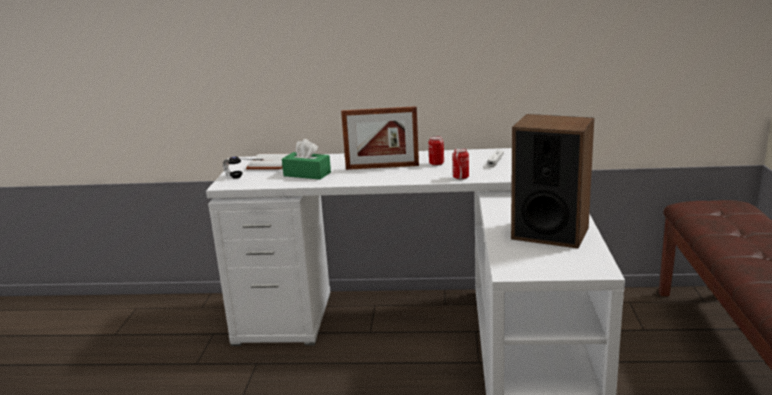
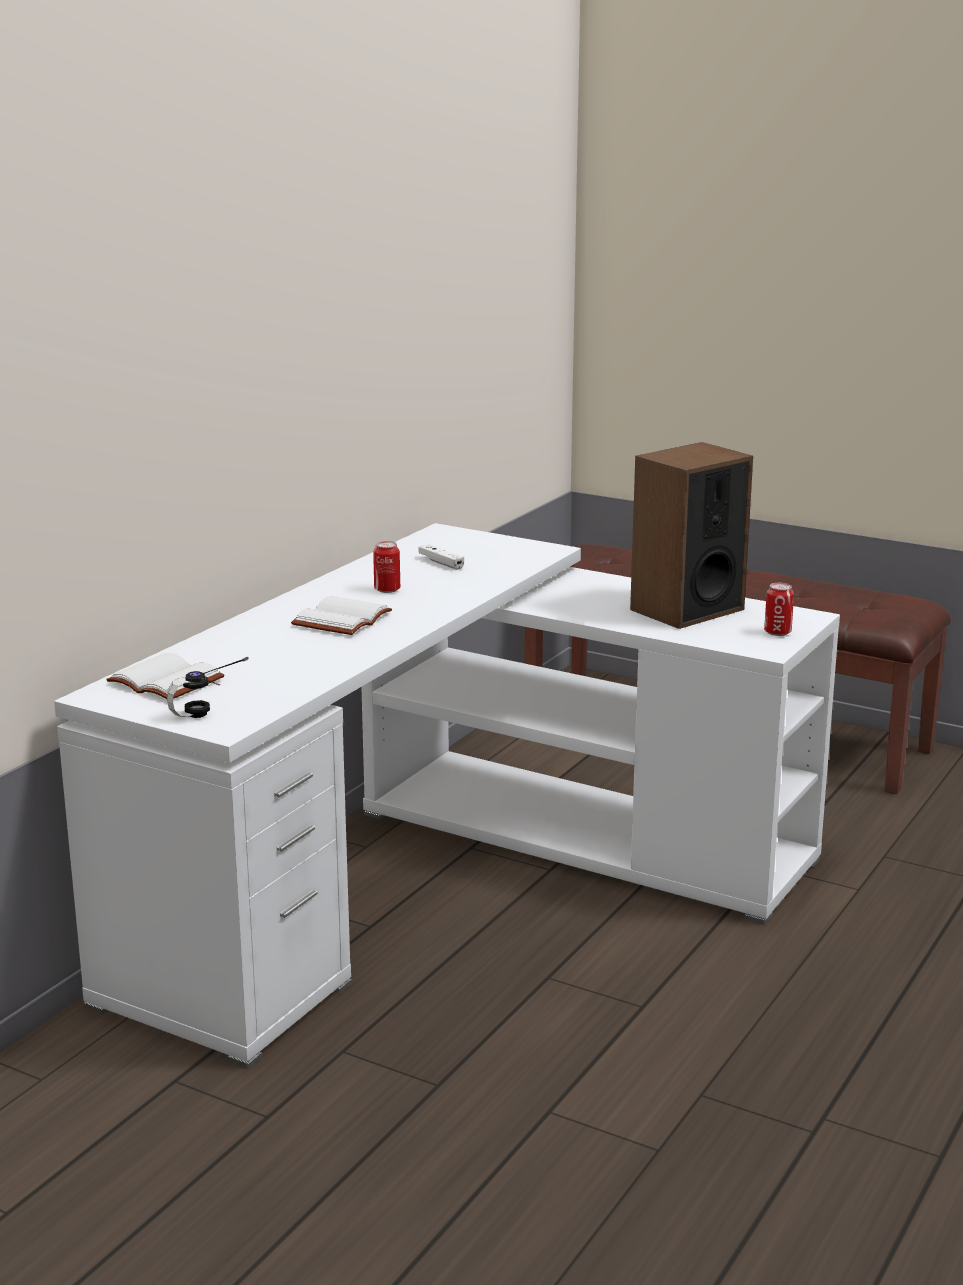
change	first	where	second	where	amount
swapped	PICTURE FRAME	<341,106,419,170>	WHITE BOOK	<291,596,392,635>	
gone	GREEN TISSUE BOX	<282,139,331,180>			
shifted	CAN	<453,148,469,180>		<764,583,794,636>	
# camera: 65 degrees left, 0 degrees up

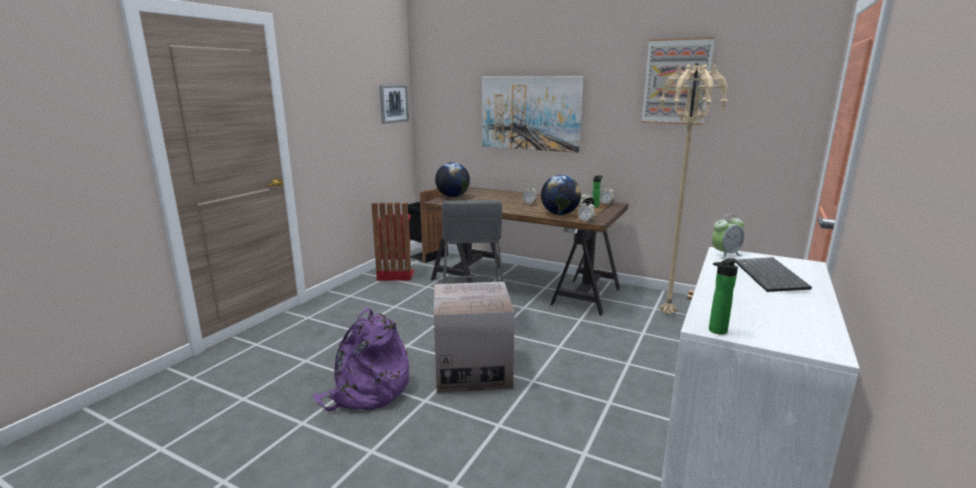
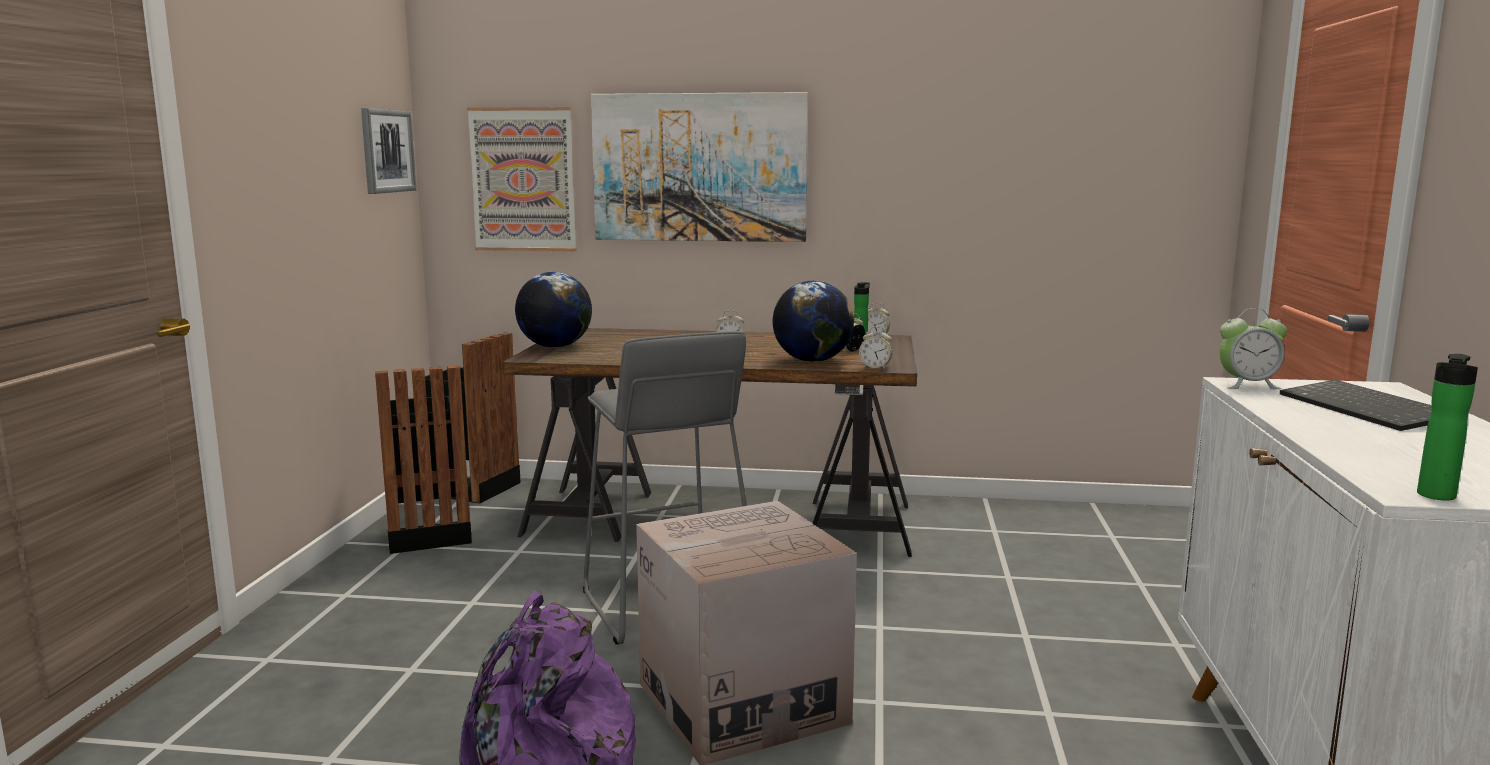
change	first	where	second	where	amount
shifted	PICTURE	<641,37,715,125>		<467,107,576,251>	
gone	BEIGE FLOOR LAMP	<659,64,728,315>			
repainted	RED TRASH CAN	<371,203,414,281>	BLACK TRASH CAN	<375,365,472,554>	
rotated	ALARM CLOCK	<712,214,744,259>		<1220,308,1287,389>	45 degrees clockwise
# camera: 20 degrees left, 5 degrees down

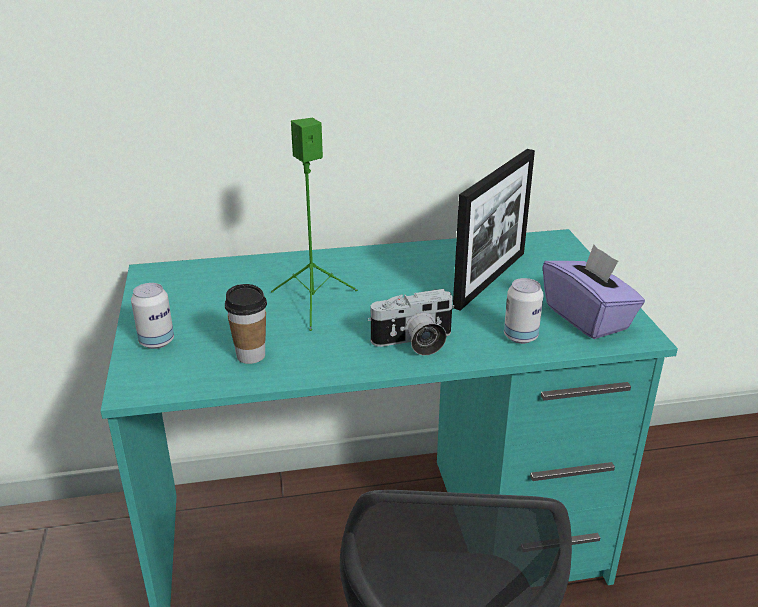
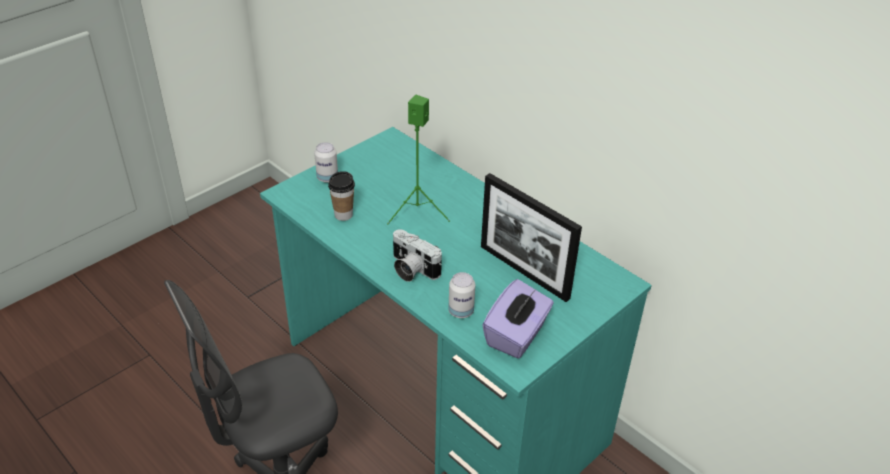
change	first	where	second	where	amount
rotated	PICTURE FRAME	<453,149,535,311>		<481,173,582,302>	45 degrees clockwise
# camera: 55 degrees right, 10 degrees up

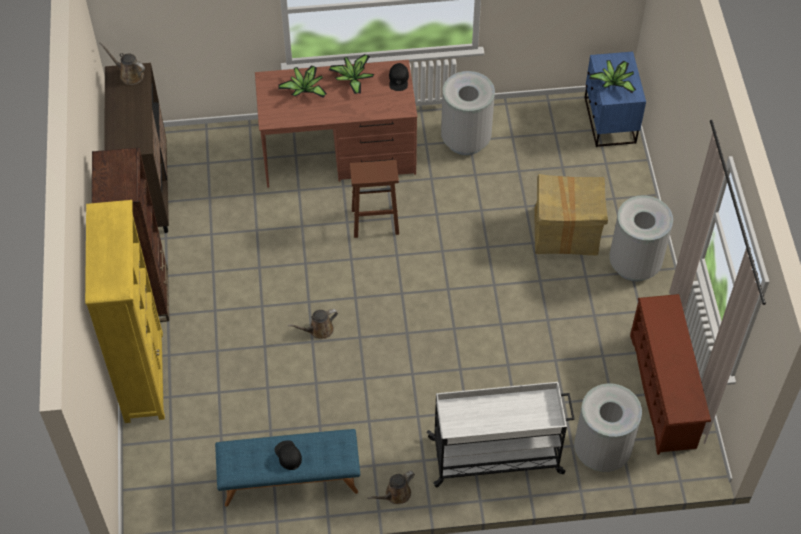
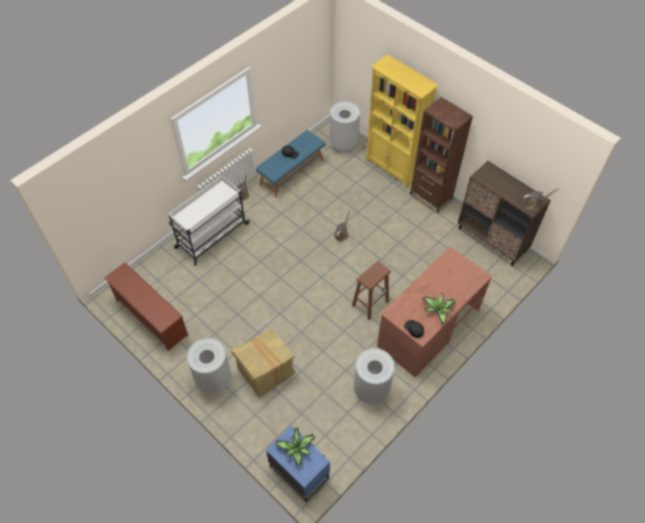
change	first	where	second	where	amount
gone	POTTED PLANT	<278,65,327,98>			
shifted	GREY TRASH CAN	<574,383,642,472>		<329,101,360,153>	
# camera: 140 degrees right, 0 degrees up

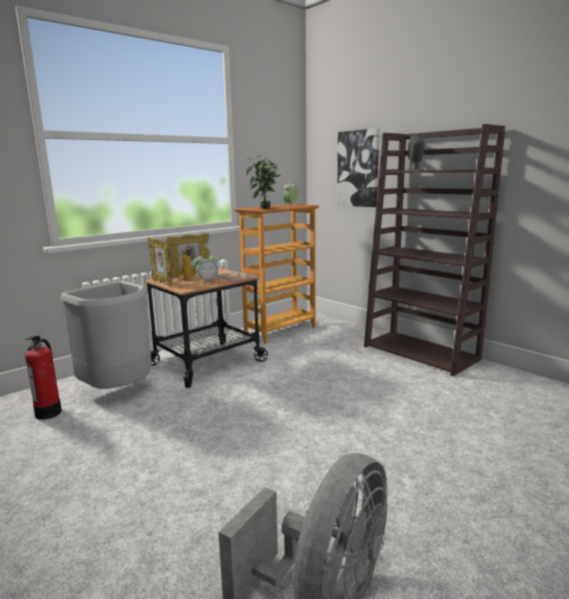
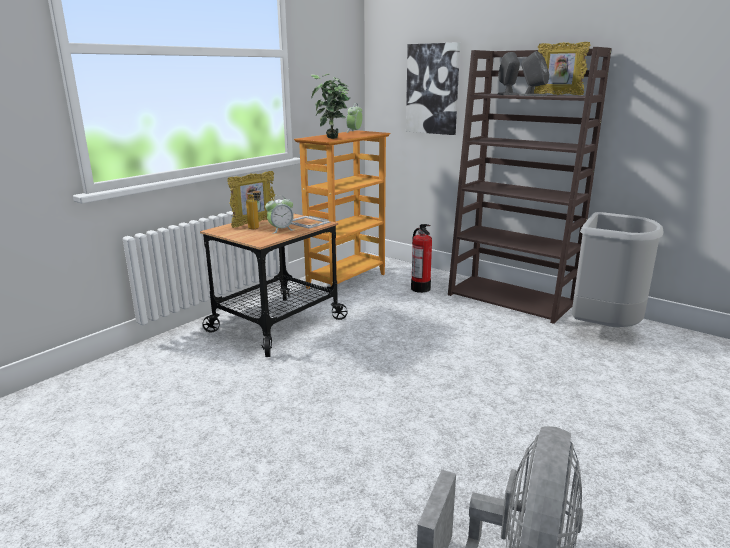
change	first	where	second	where	amount
shifted	PICTURE FRAME	<148,237,172,286>		<534,42,590,95>	
shifted	GREY TRASH CAN	<60,281,152,389>		<572,212,663,327>	
shifted	FIRE EXTINGUISHER	<25,336,62,420>		<411,224,432,293>	
new			GREY SPEAKER	<519,51,549,96>	
# camera: 10 degrees left, 5 degrees up

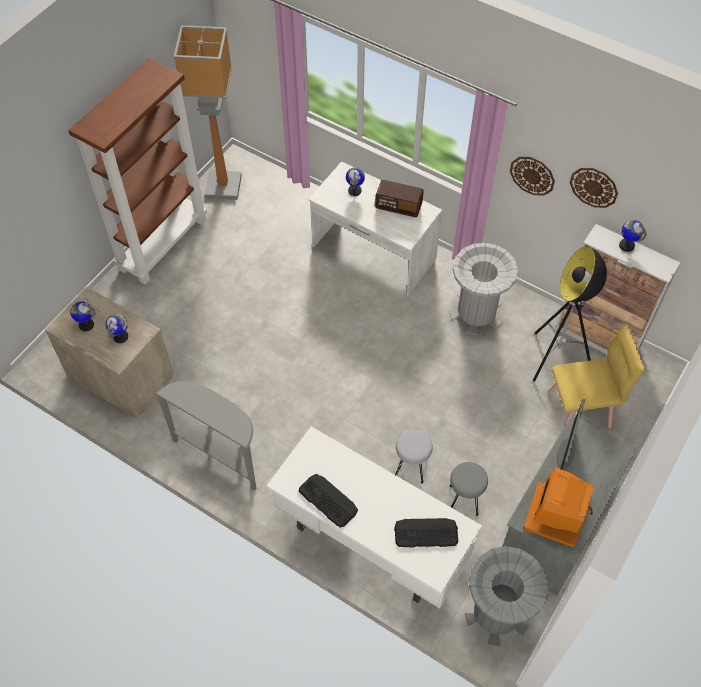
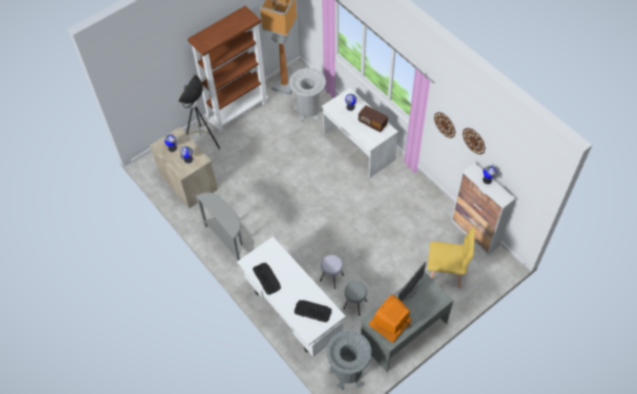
change	first	where	second	where	amount
shifted	GREY TRASH CAN	<449,243,518,335>		<289,68,326,121>	
shifted	FLOOR LAMP	<533,246,607,382>		<178,74,220,149>	
# camera: 20 degrees right, 0 degrees up

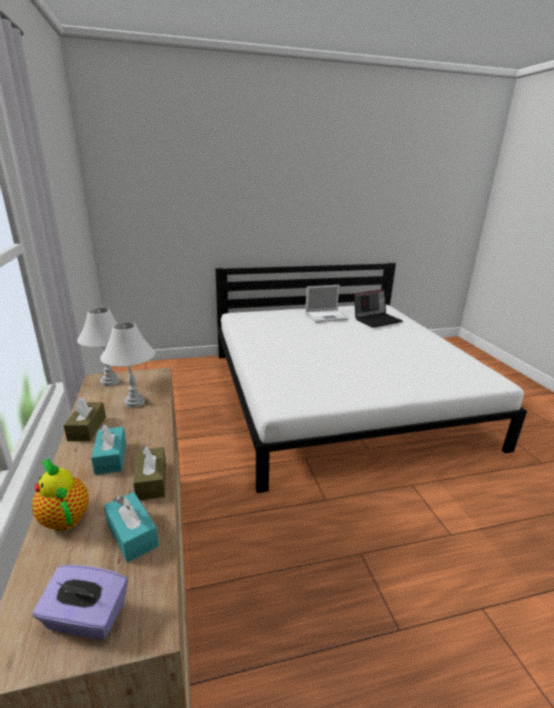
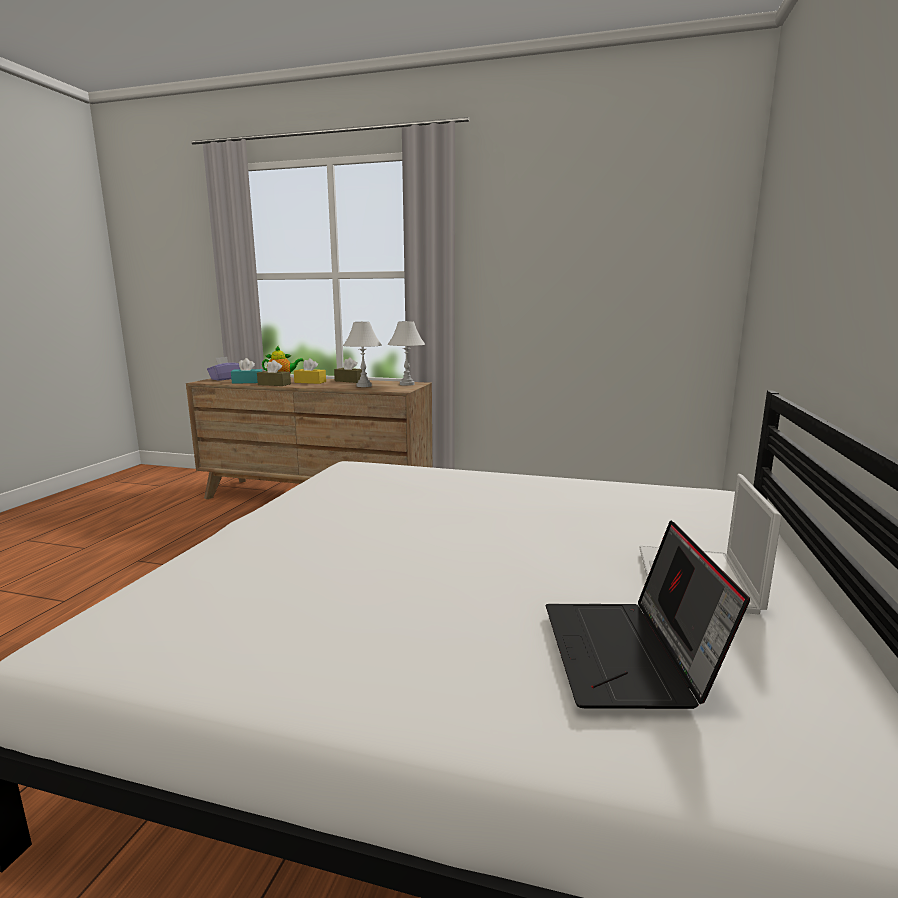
change	first	where	second	where	amount
repainted	TURQUOISE TISSUE BOX	<91,424,126,475>	YELLOW TISSUE BOX	<294,358,326,384>	
# camera: 120 degrees right, 10 degrees down

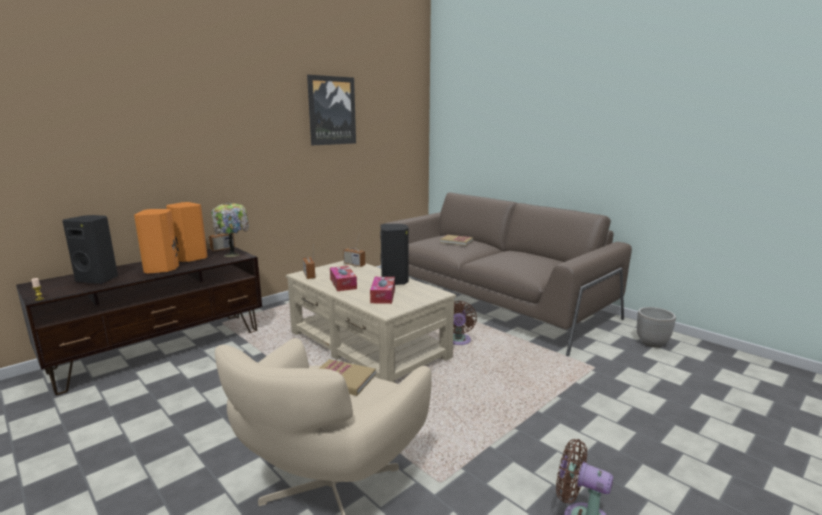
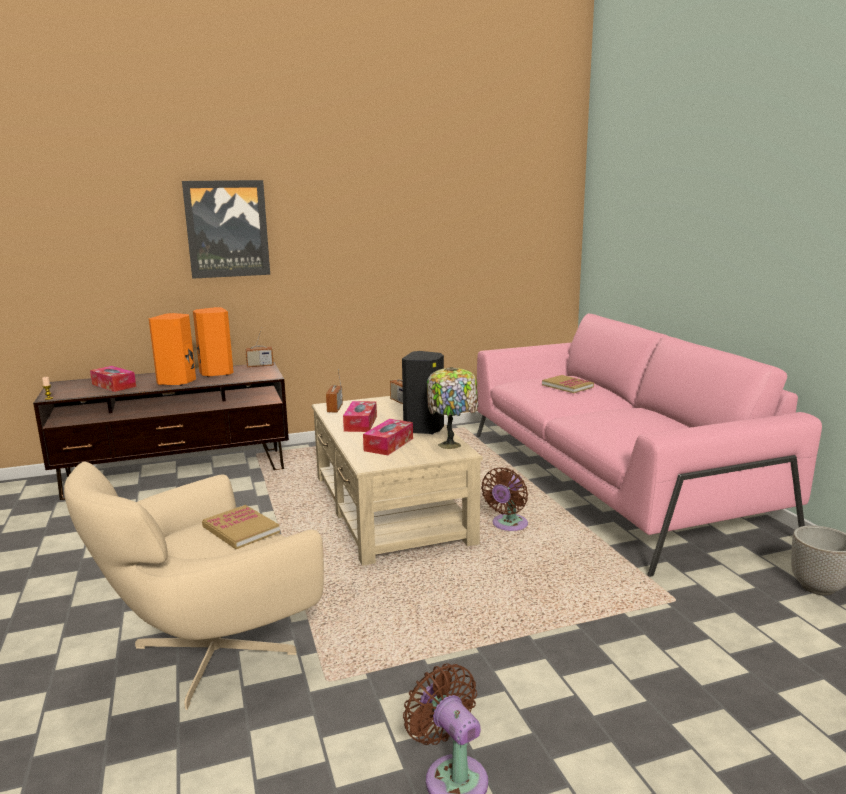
change	first	where	second	where	amount
shifted	PICTURE	<307,75,356,145>		<182,180,270,279>	
repainted	BROWN SOFA	<384,192,632,356>	PINK SOFA	<476,314,822,577>	
shifted	TABLE LAMP	<211,202,249,257>		<427,367,478,449>	
swapped	BLACK SPEAKER	<62,215,118,284>	TISSUE BOX	<90,366,136,392>	
# camera: 25 degrees right, 0 degrees up

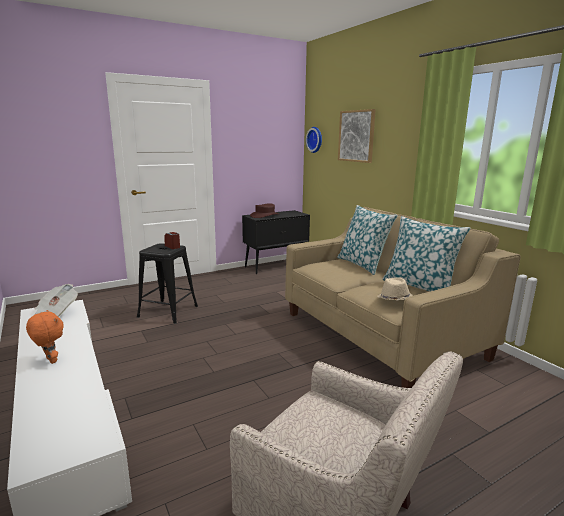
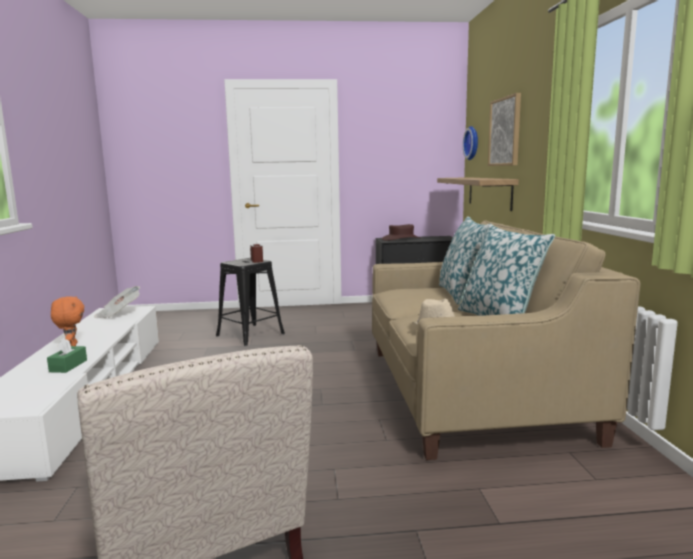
change	first	where	second	where	amount
new			SHELF	<437,177,519,211>	
new			GREEN TISSUE BOX	<47,338,87,373>	
# camera: 25 degrees right, 5 degrees down

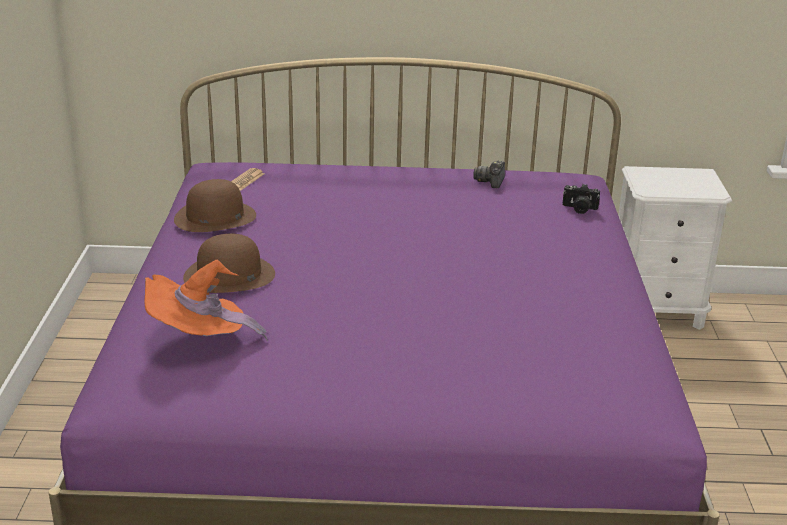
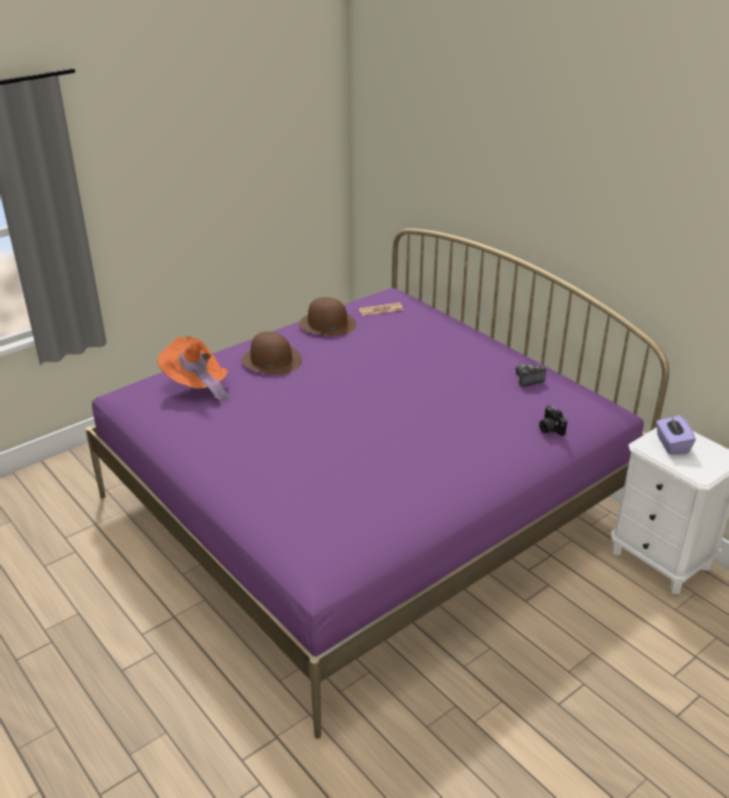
change	first	where	second	where	amount
new			PURPLE TISSUE BOX	<656,415,696,454>	
# camera: 50 degrees right, 5 degrees up

